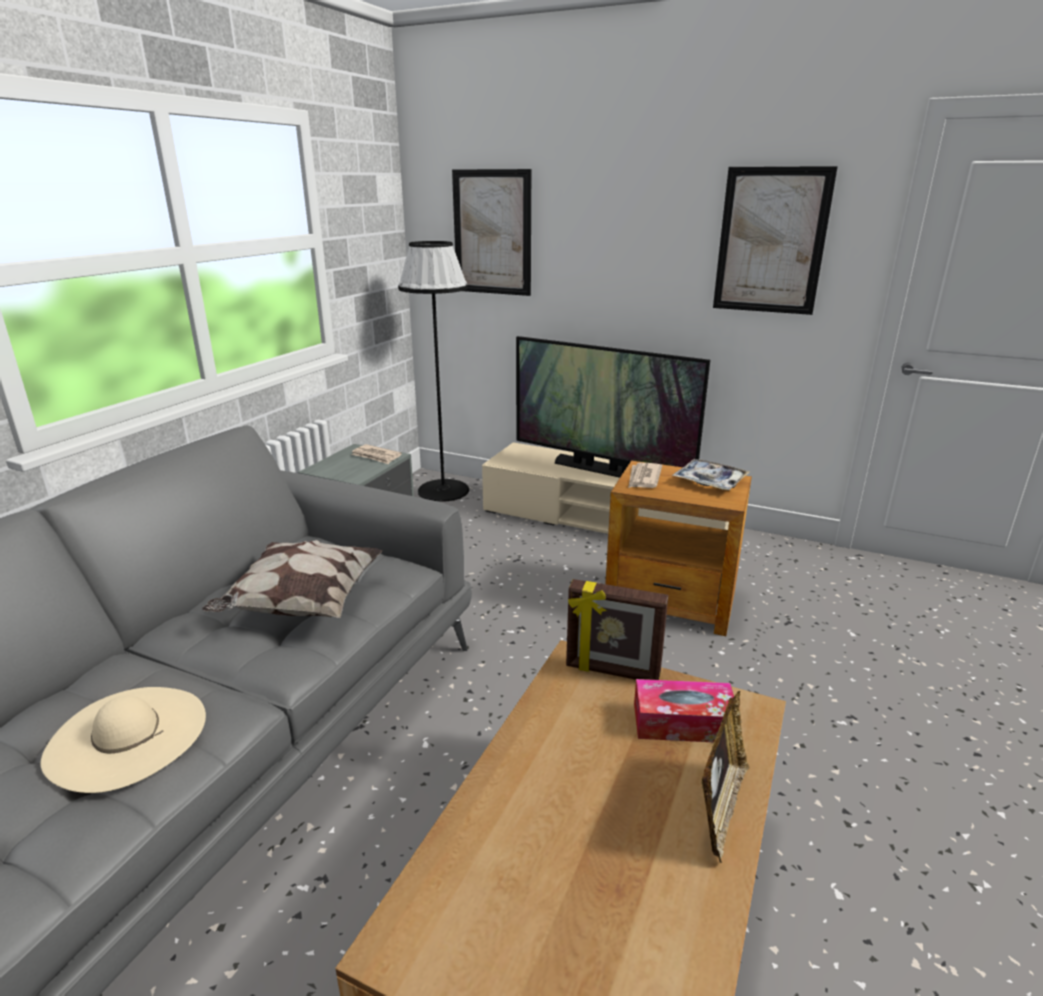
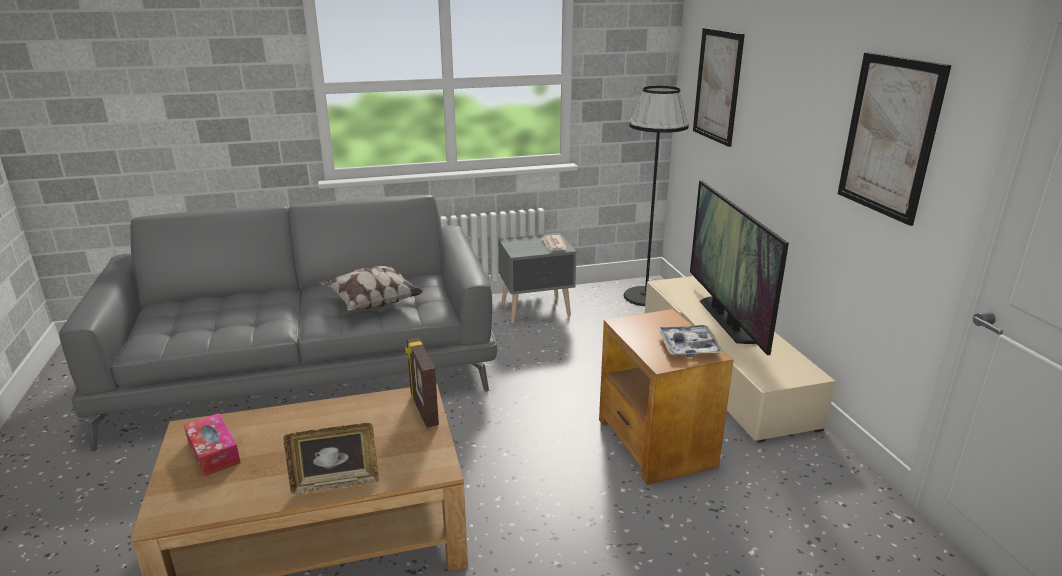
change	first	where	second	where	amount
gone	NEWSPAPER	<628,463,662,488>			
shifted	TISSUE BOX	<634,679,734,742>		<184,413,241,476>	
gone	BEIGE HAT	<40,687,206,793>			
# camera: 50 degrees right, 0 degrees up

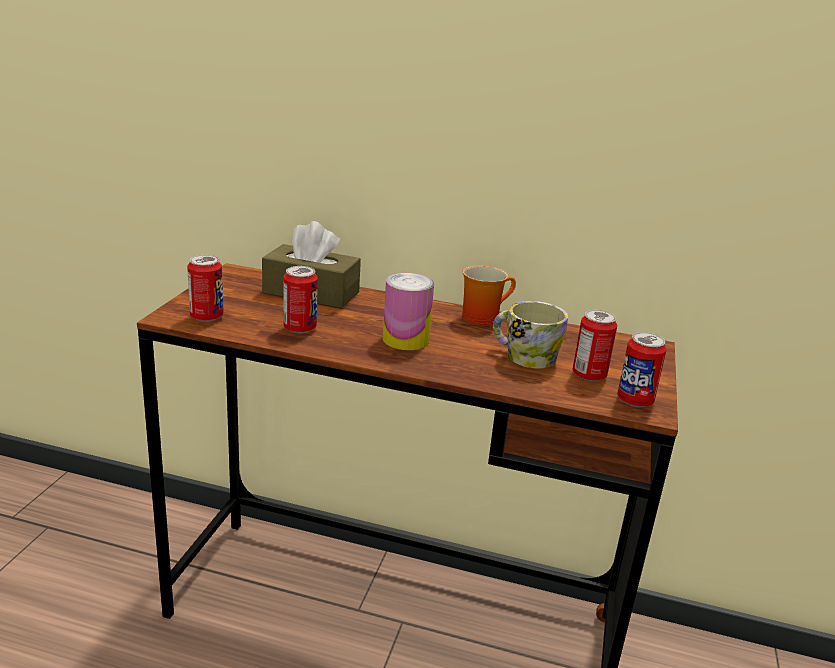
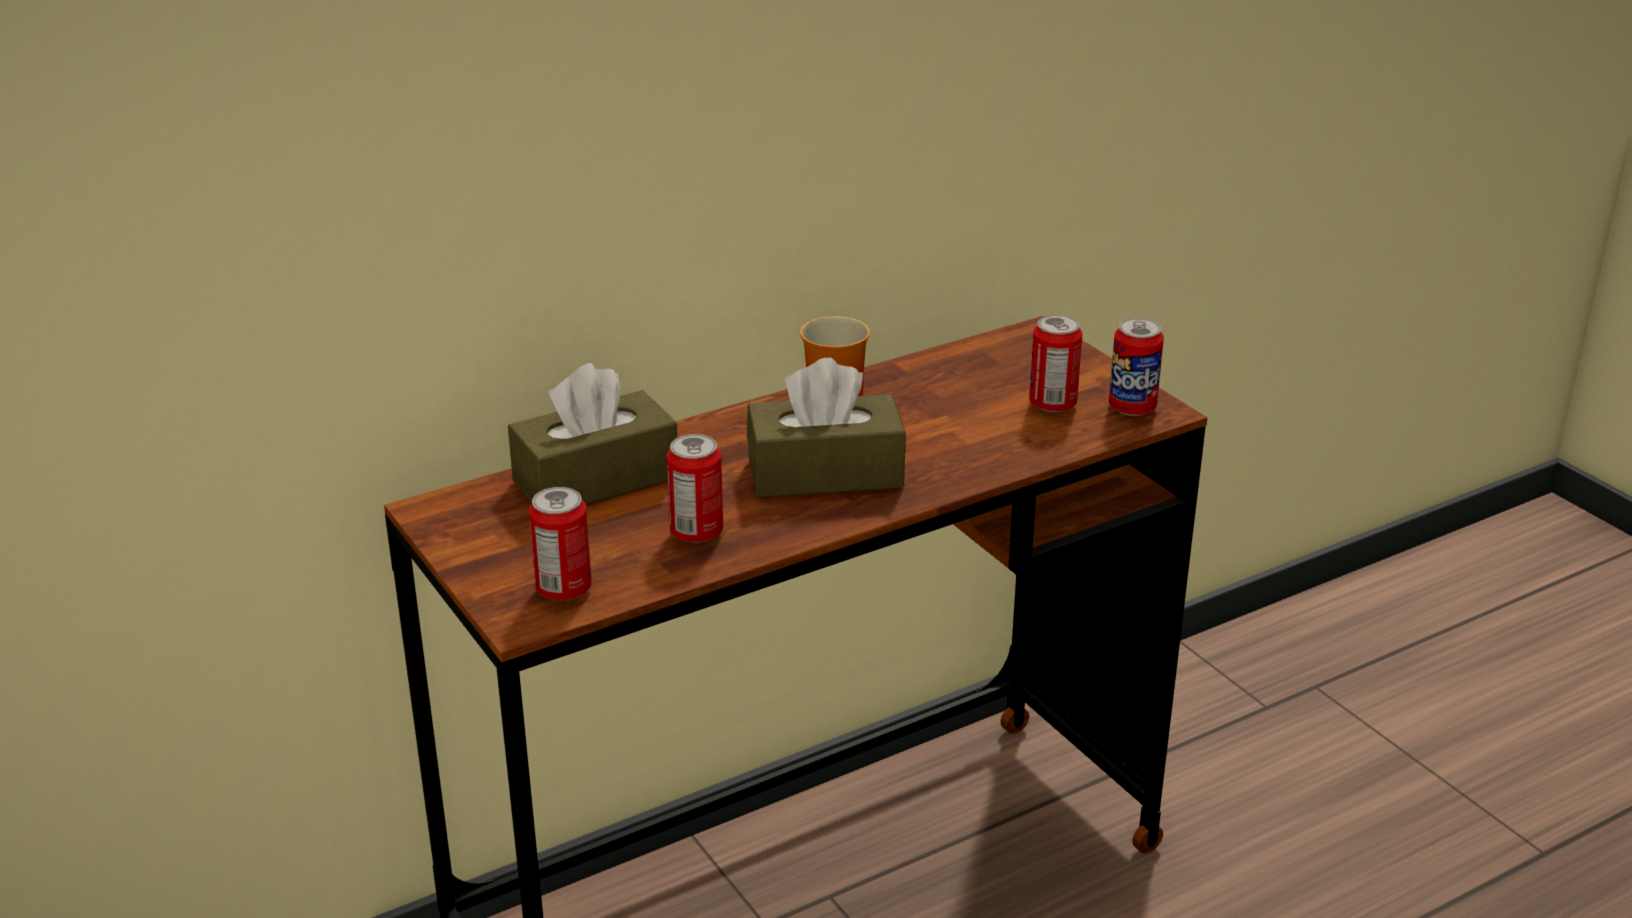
change	first	where	second	where	amount
swapped	CAN	<383,273,434,350>	BROWN TISSUE BOX	<747,358,906,498>	
gone	MUG	<493,301,568,368>			
# camera: 45 degrees left, 5 degrees up

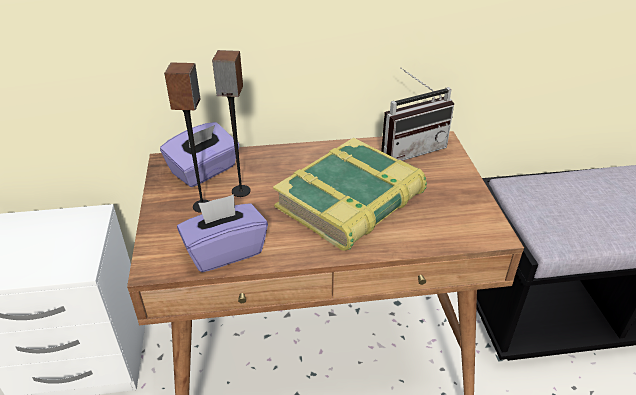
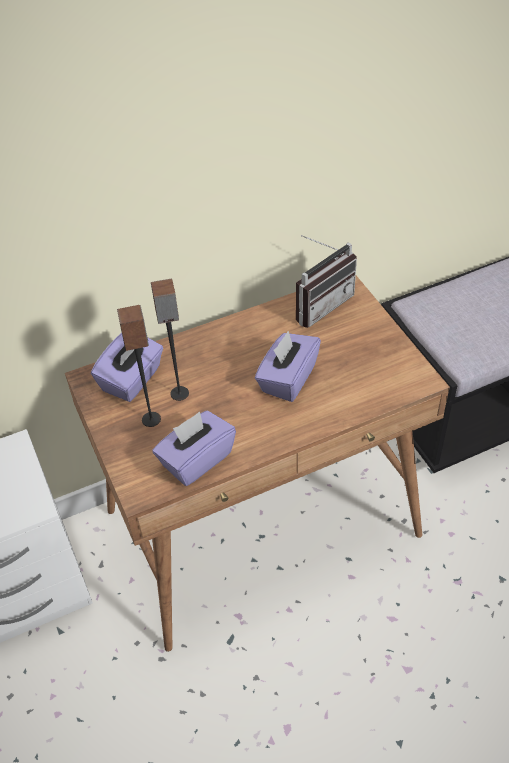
change	first	where	second	where	amount
swapped	BOOK	<273,138,427,251>	PURPLE TISSUE BOX	<255,331,321,402>	
# camera: 15 degrees left, 10 degrees up

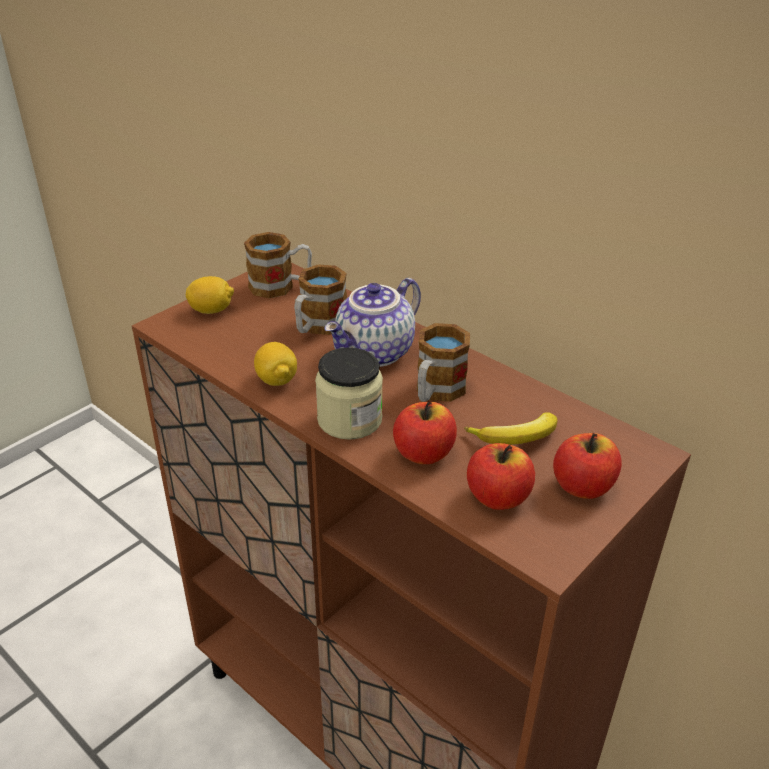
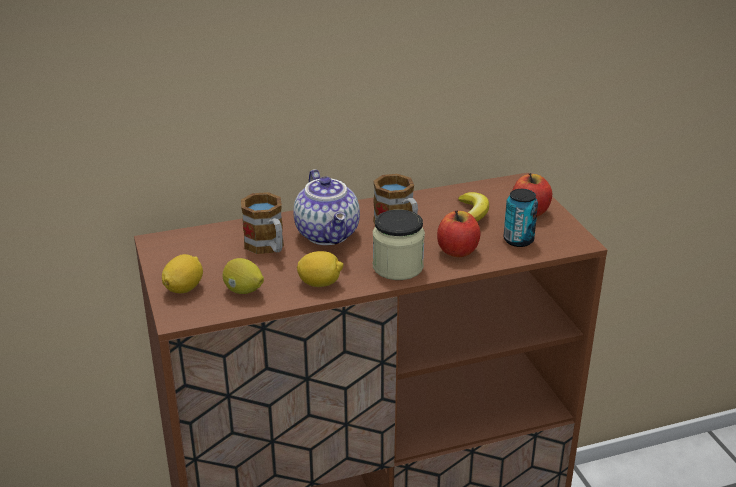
change	first	where	second	where	amount
gone	MUG	<244,232,312,299>			
swapped	APPLE	<467,443,535,510>	CAN	<503,189,538,247>	
new			LEMON	<223,258,264,294>	
# camera: 60 degrees left, 5 degrees down

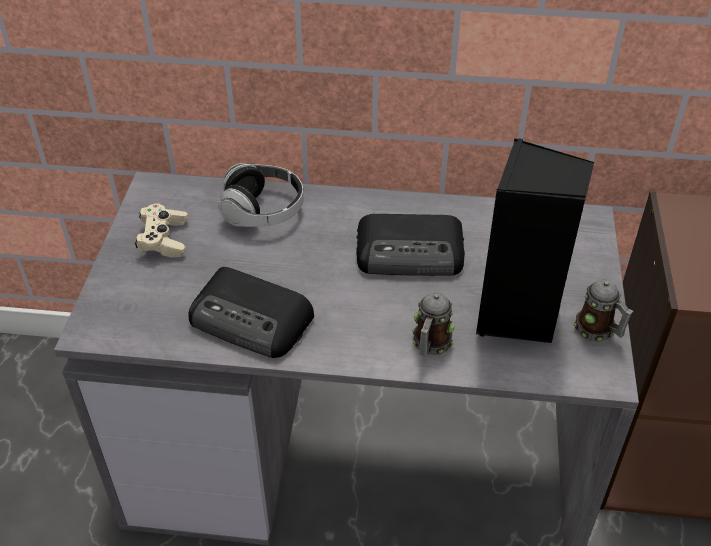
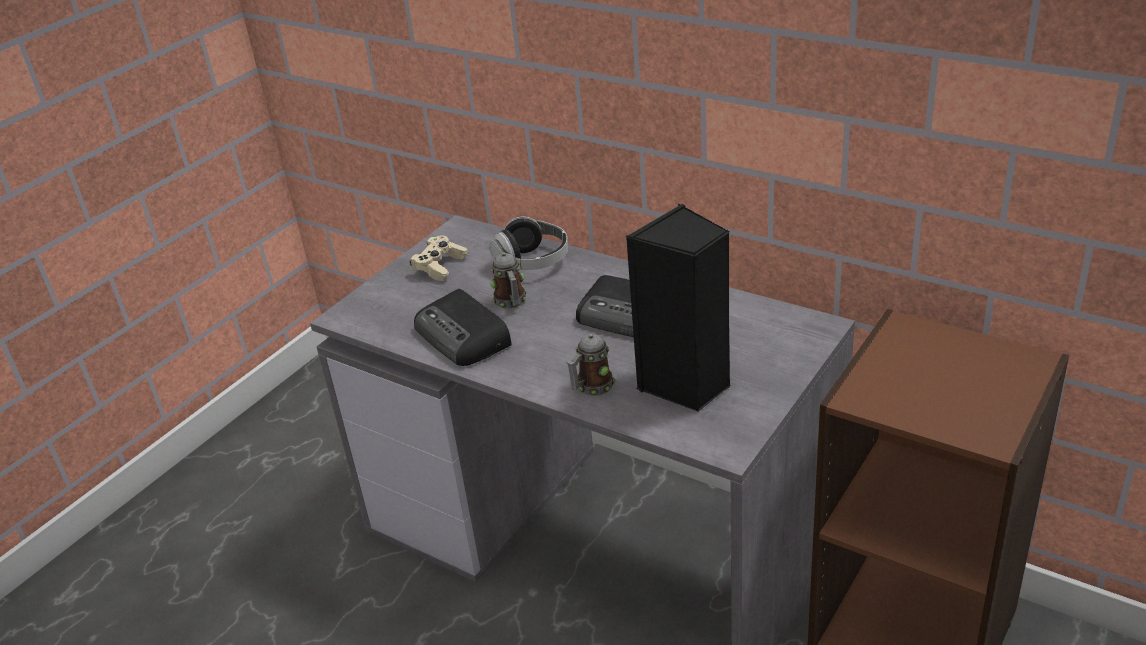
change	first	where	second	where	amount
shifted	MUG	<574,280,634,342>		<490,253,527,309>	
# camera: 30 degrees right, 10 degrees down

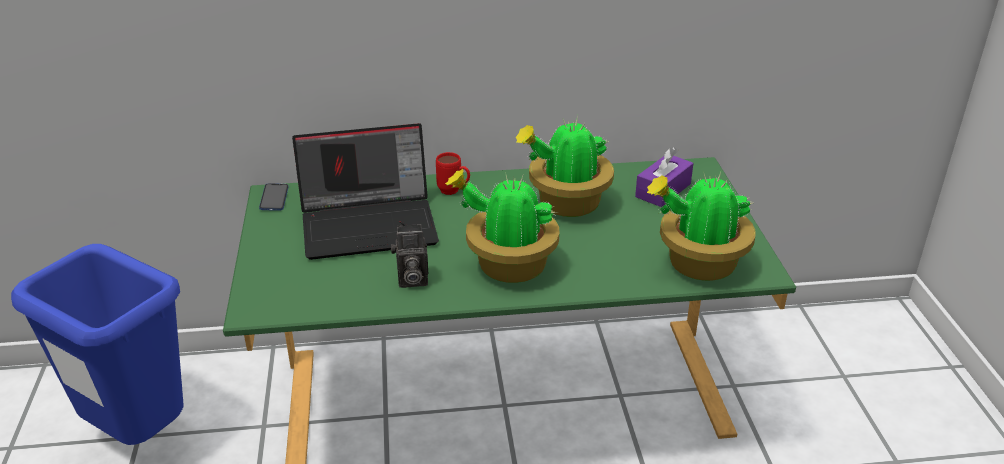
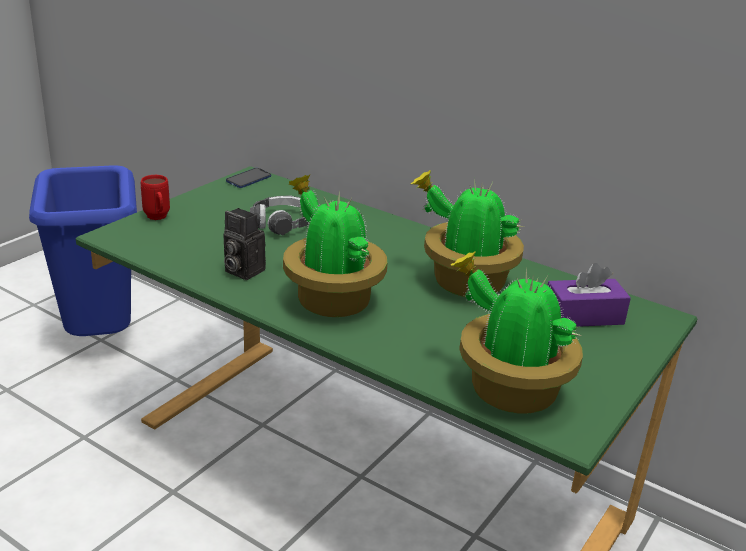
change	first	where	second	where	amount
swapped	LAPTOP	<292,123,439,260>	HEADPHONES	<250,195,309,236>	
shifted	RED MUG	<436,152,470,195>		<141,175,170,220>	
# camera: 40 degrees right, 5 degrees down

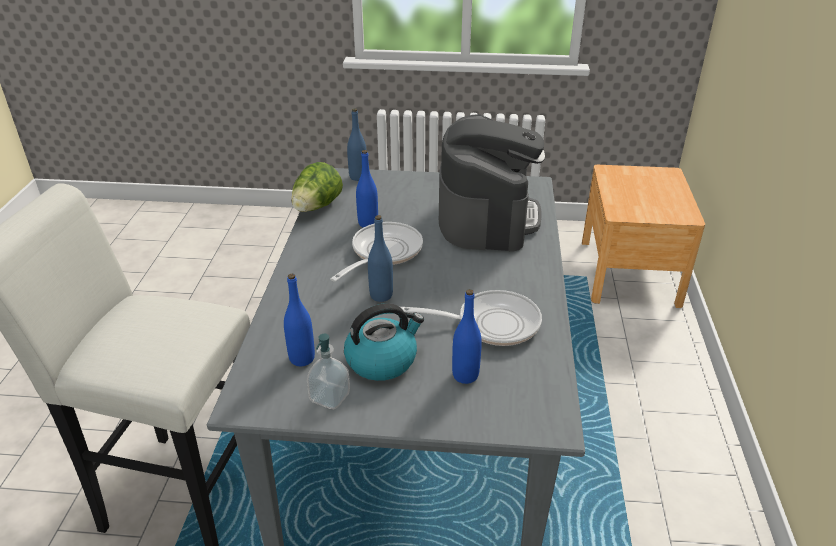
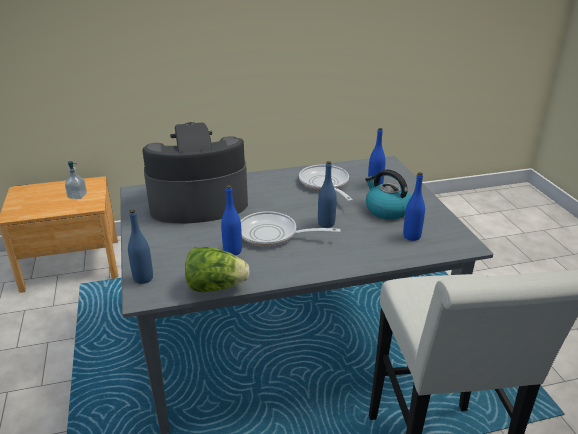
change	first	where	second	where	amount
shifted	SOAP DISPENSER	<307,334,350,409>		<65,161,87,199>	
# camera: 110 degrees left, 5 degrees down

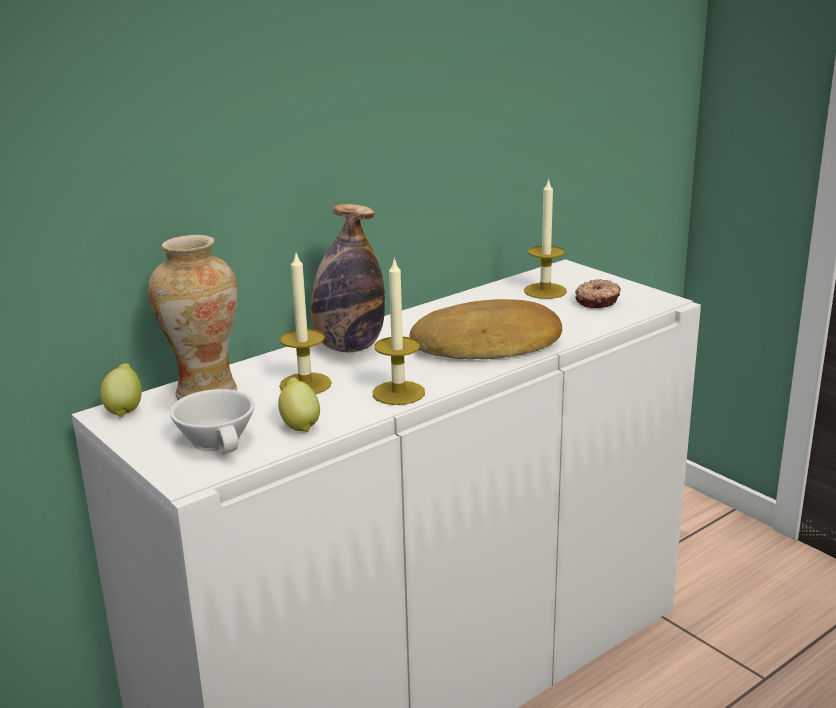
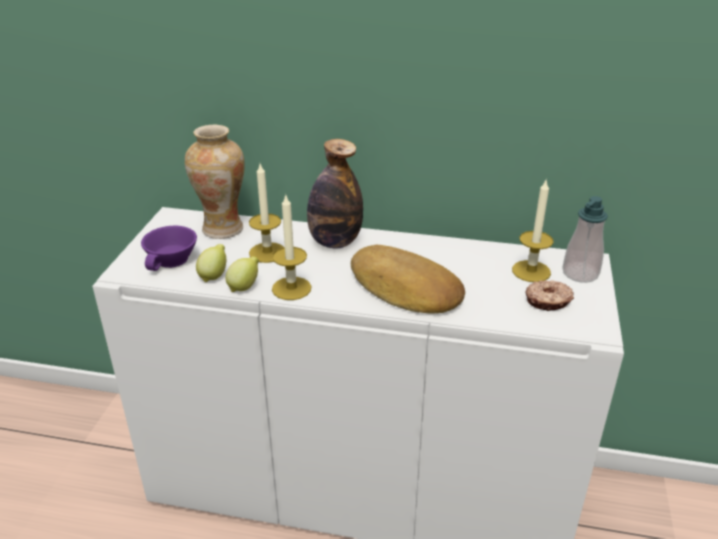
change	first	where	second	where	amount
shifted	LEMON	<100,363,142,417>		<226,256,259,292>	
repainted	WHITE CUP	<170,389,255,454>	PURPLE CUP	<141,226,197,271>	
new			SOAP DISPENSER	<562,196,608,283>	
# camera: 50 degrees right, 10 degrees up

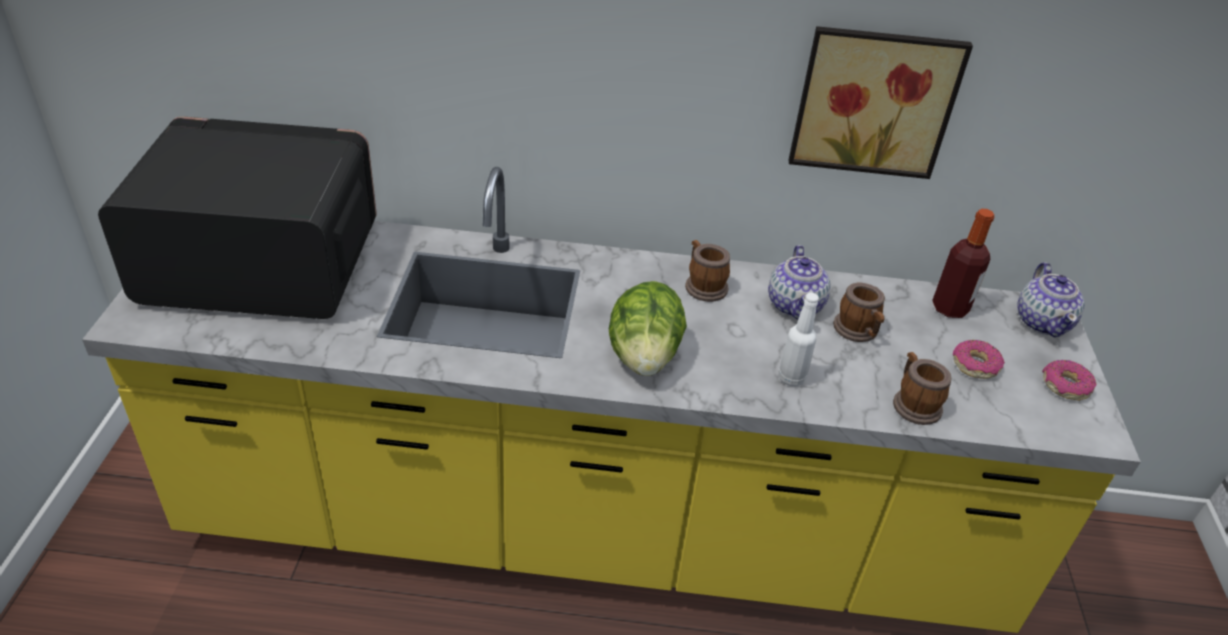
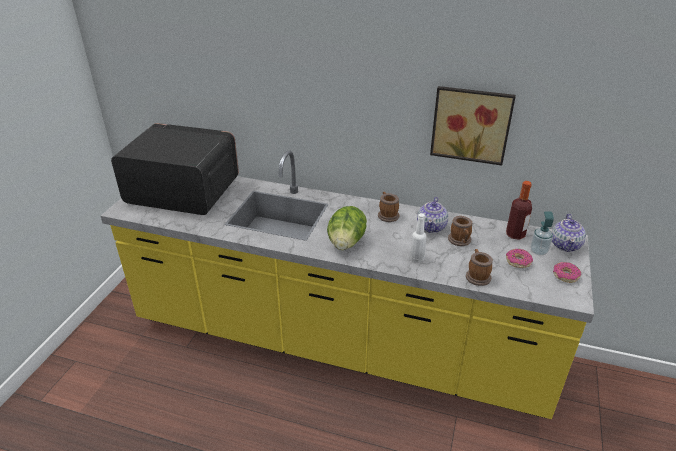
change	first	where	second	where	amount
new			SOAP DISPENSER	<530,212,554,256>	
# camera: 15 degrees right, 5 degrees down

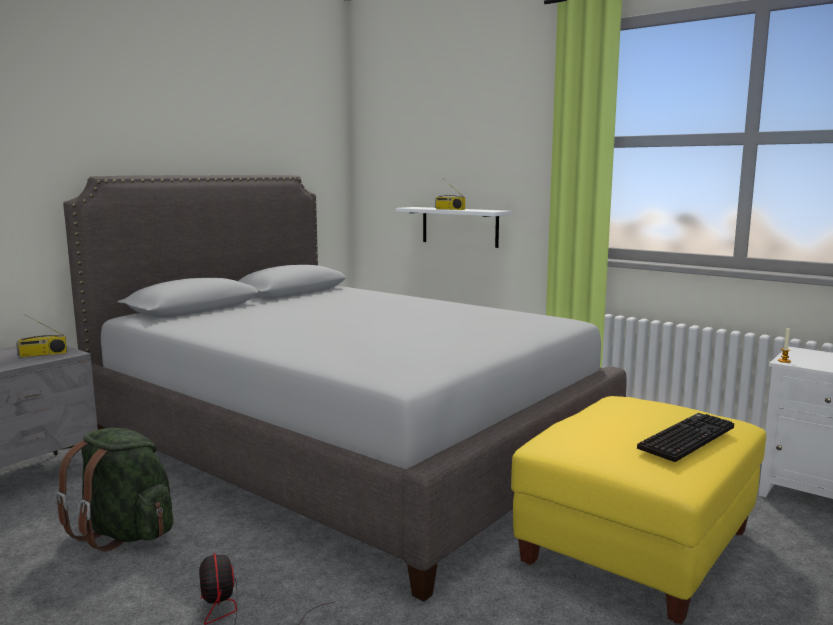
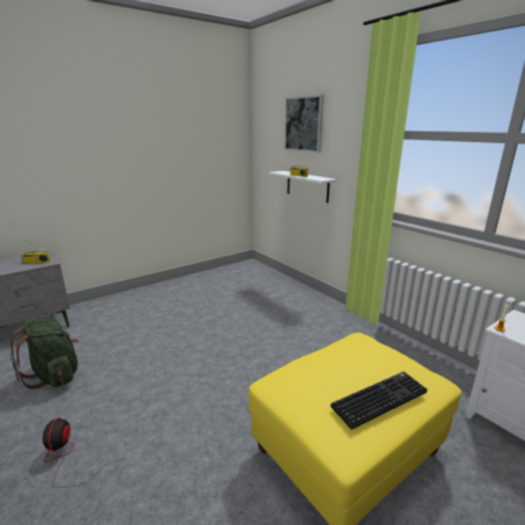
change	first	where	second	where	amount
gone	GREY BED	<63,175,626,601>			
new			PICTURE	<284,94,324,153>	
# camera: 15 degrees right, 10 degrees up

